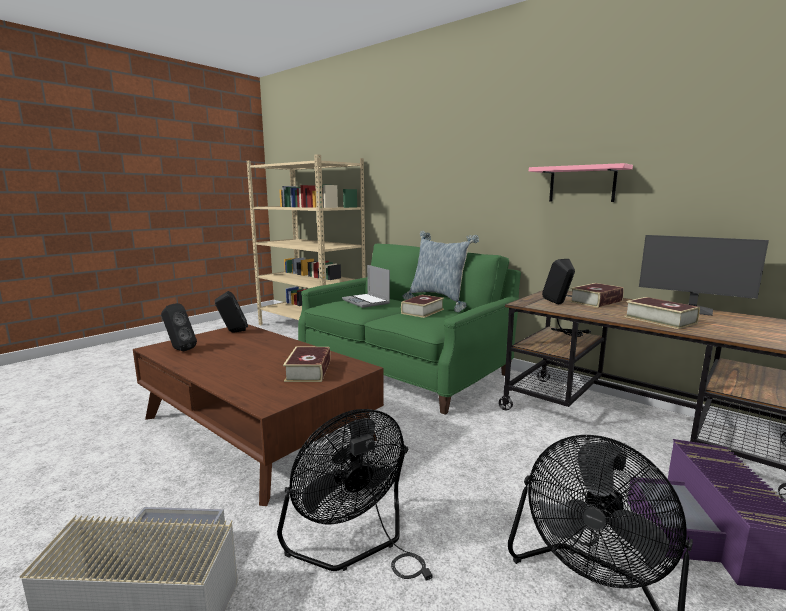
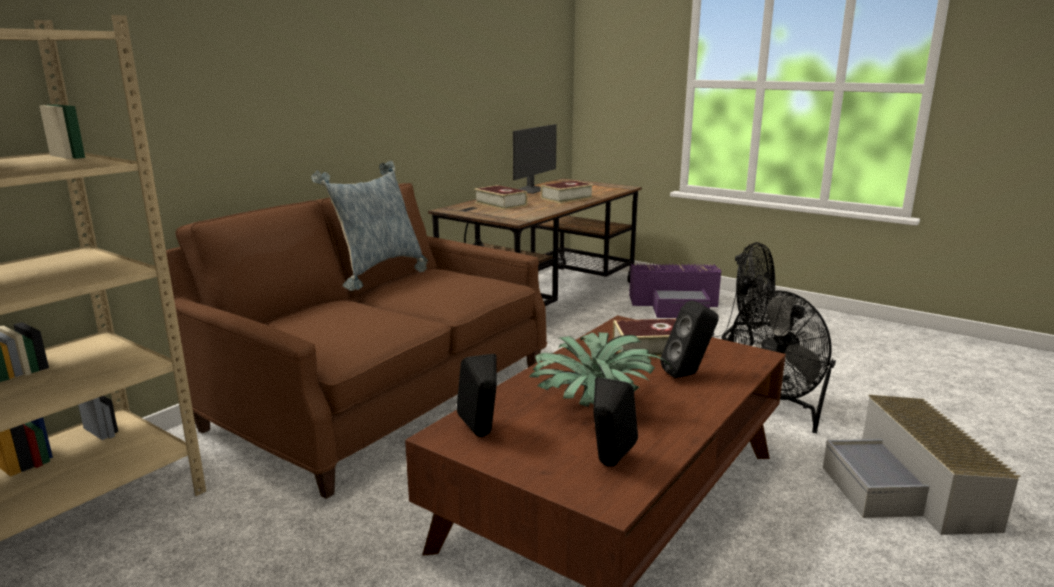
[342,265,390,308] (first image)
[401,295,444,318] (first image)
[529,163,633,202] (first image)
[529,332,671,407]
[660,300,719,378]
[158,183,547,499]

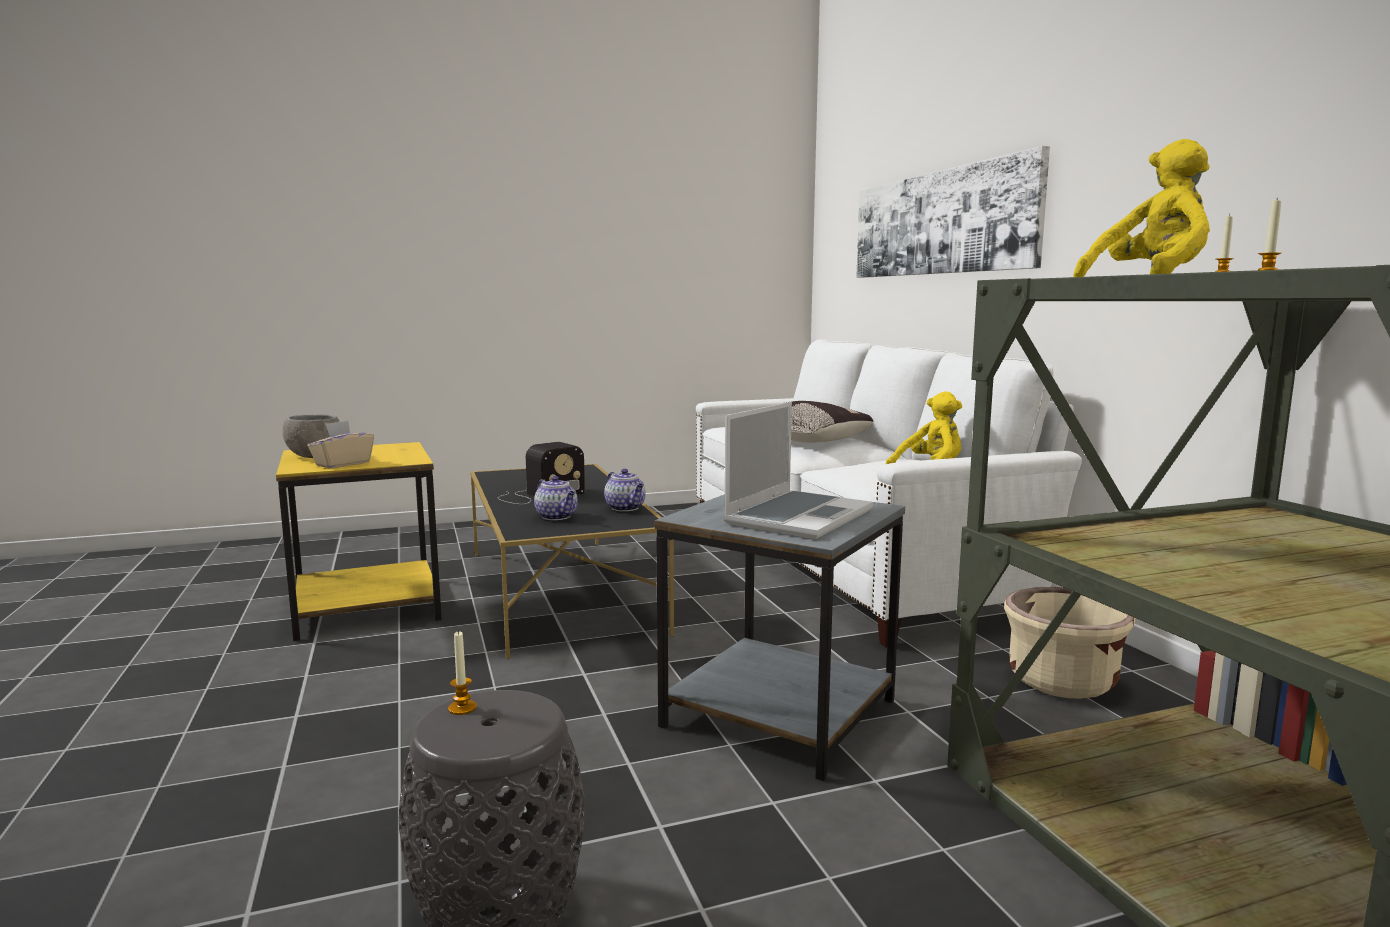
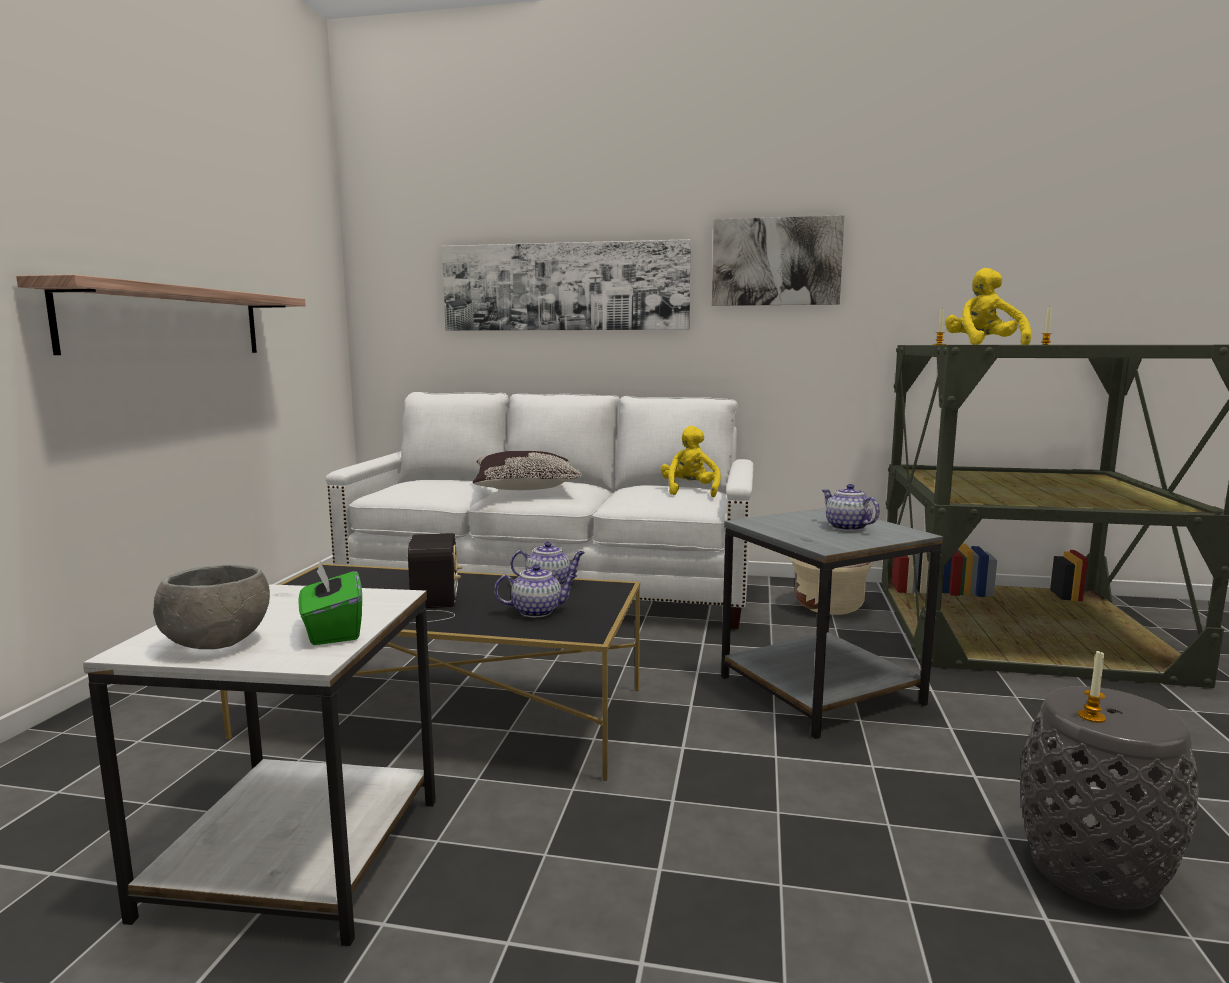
[16,274,306,355]
[712,215,845,306]
[822,484,880,531]
[83,584,436,946]
[299,561,362,645]

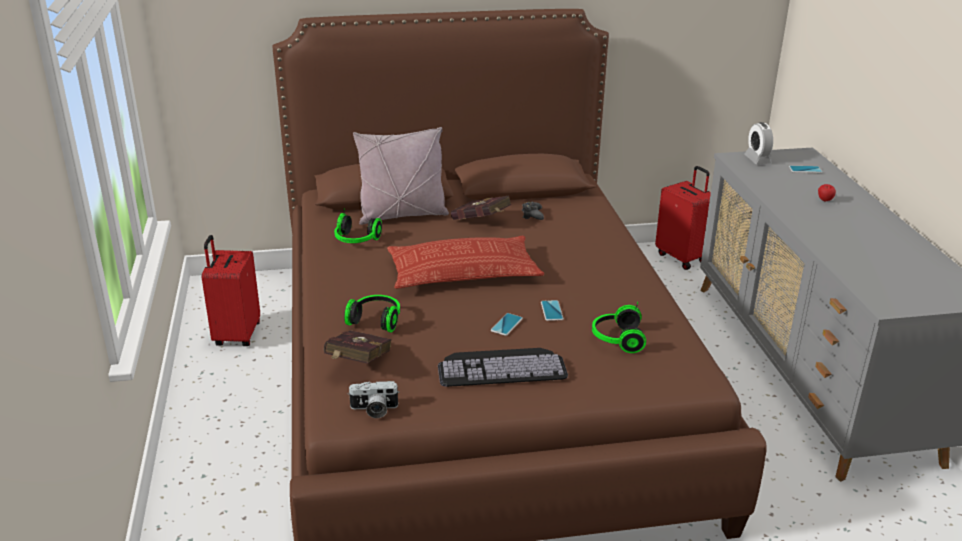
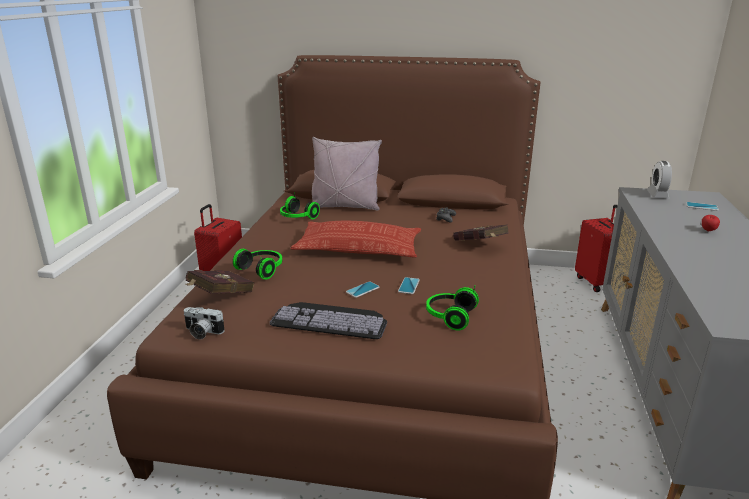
[453,224,509,241]

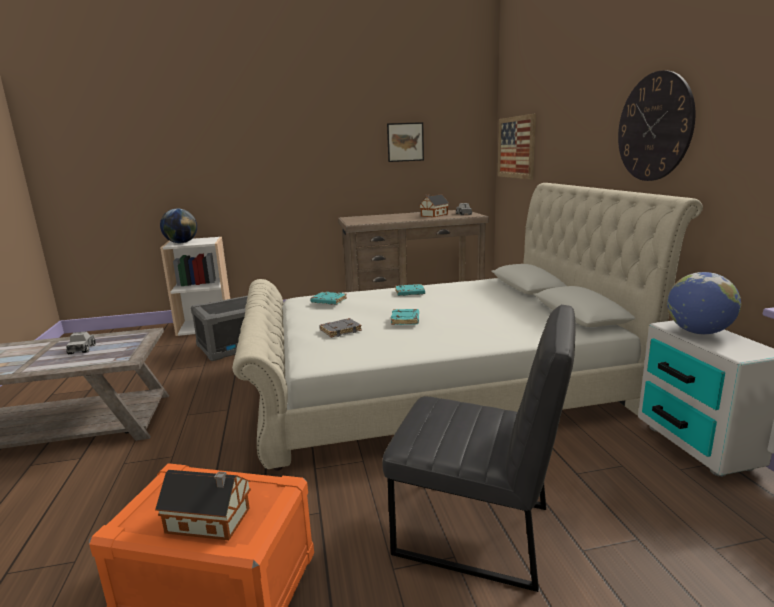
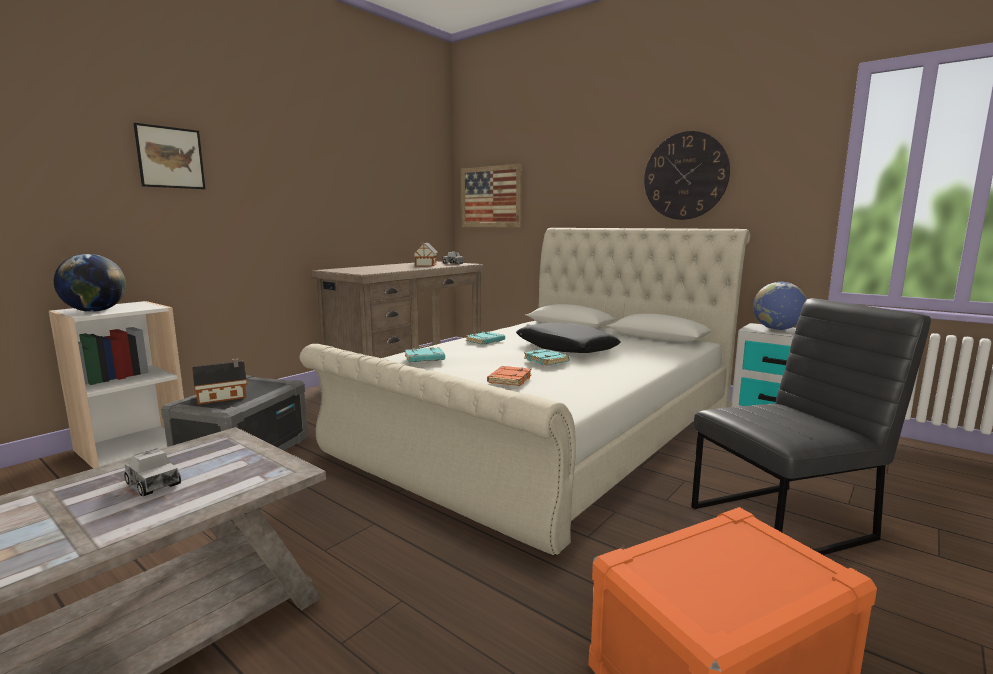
[516,323,621,353]
[192,358,247,405]
[133,123,205,189]
[487,366,532,386]

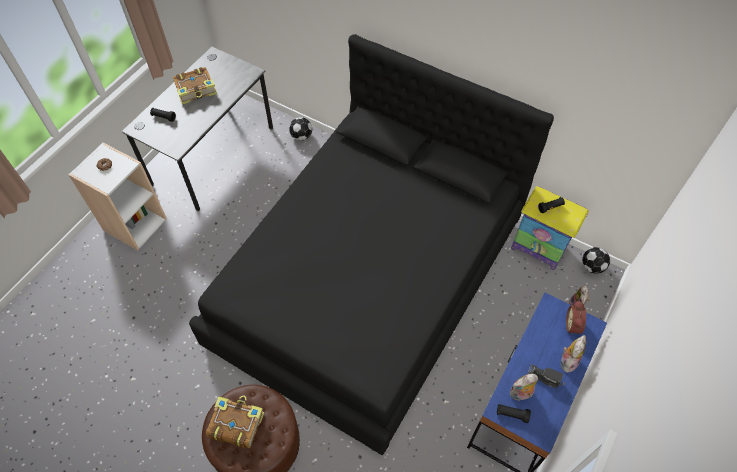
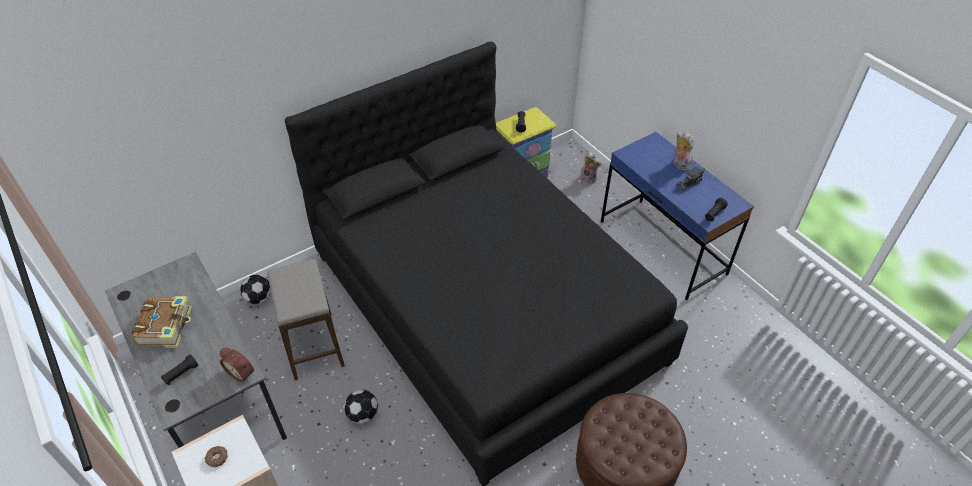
[206,396,264,448] (first image)
[510,374,538,401] (first image)
[267,259,345,380]
[220,348,254,382]
[344,390,378,424]

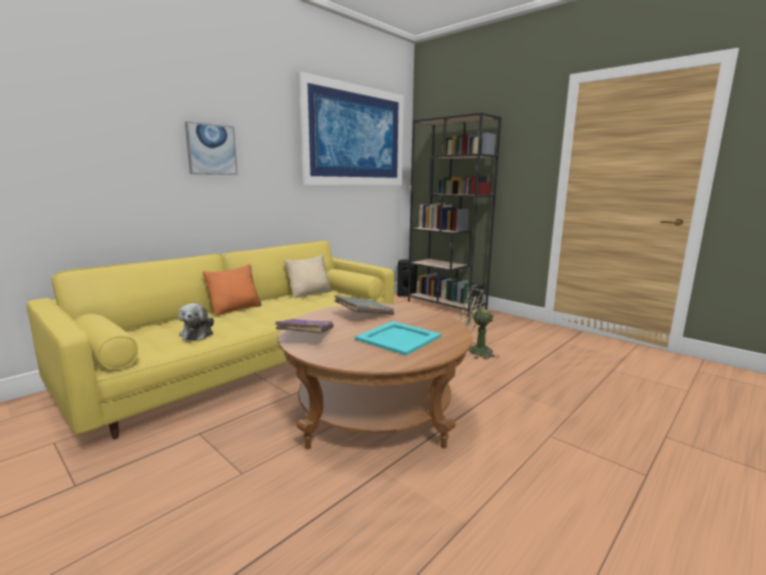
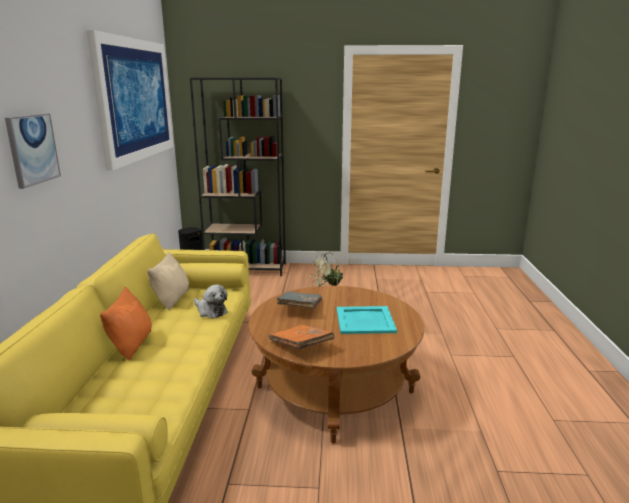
[194,284,228,318]
[268,325,335,349]

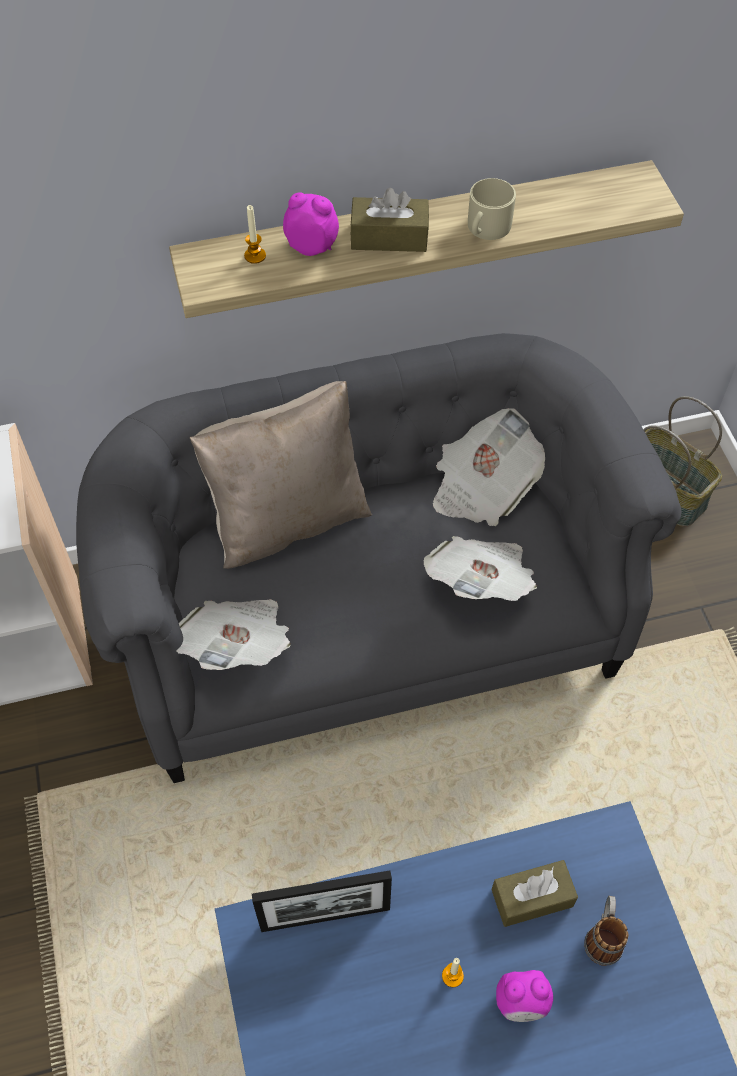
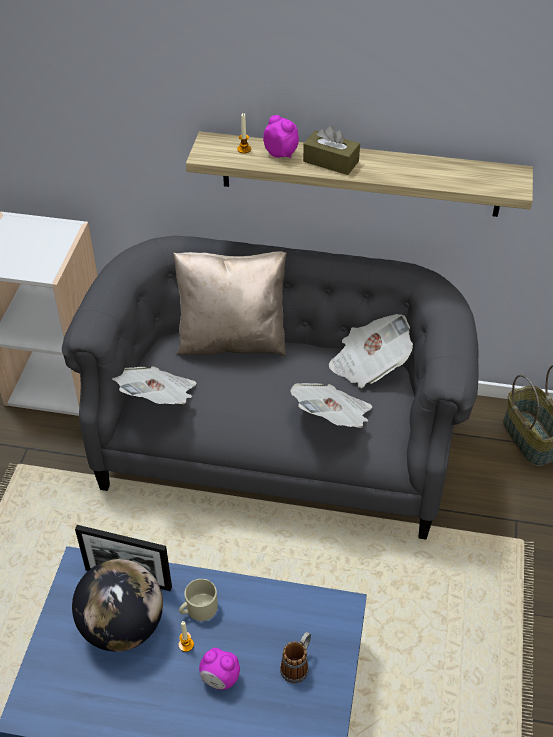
[492,860,578,927] (first image)
[72,559,163,652]
[179,579,218,621]

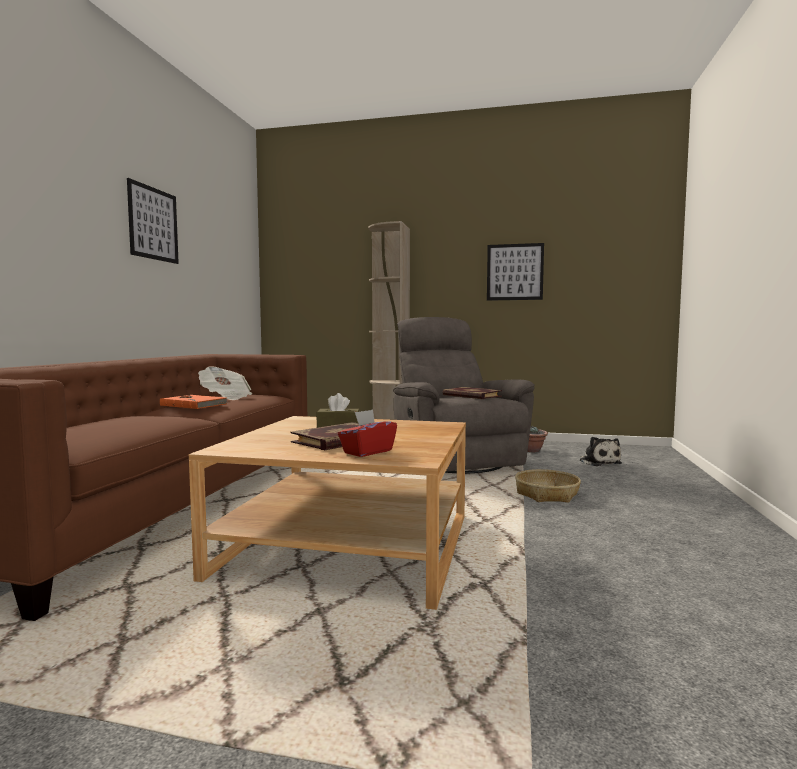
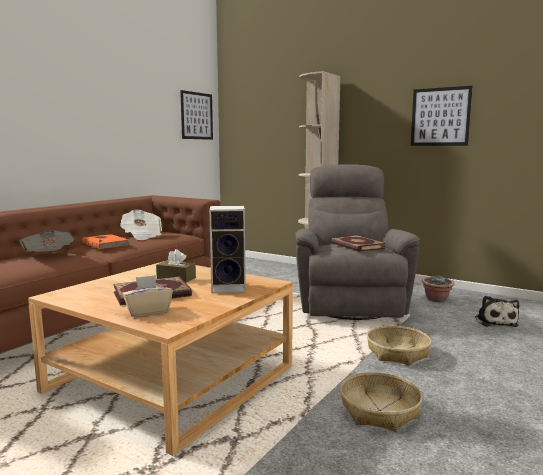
[19,230,75,252]
[209,206,246,293]
[340,372,422,432]
[180,90,213,140]
[122,275,173,317]

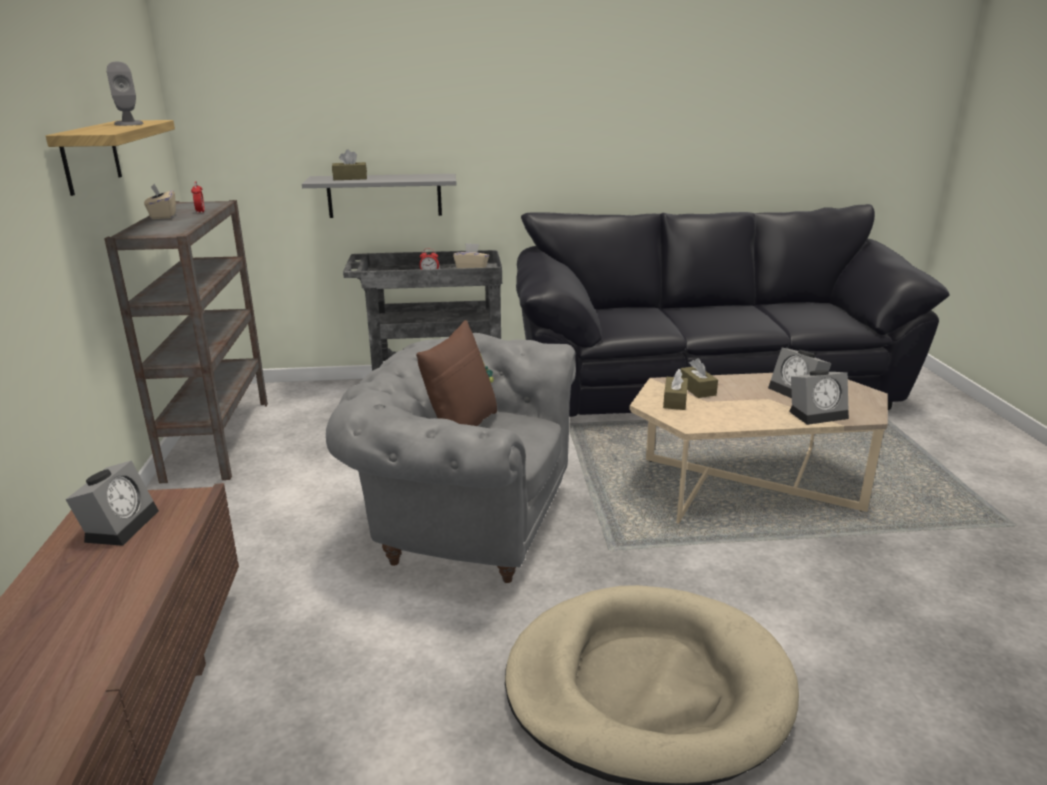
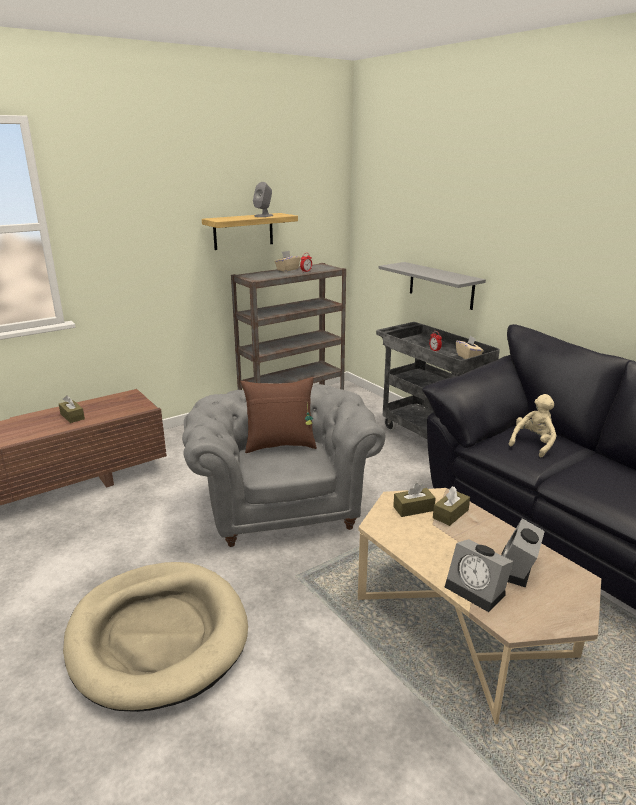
[65,460,159,546] (first image)
[509,394,556,457]
[59,395,85,423]

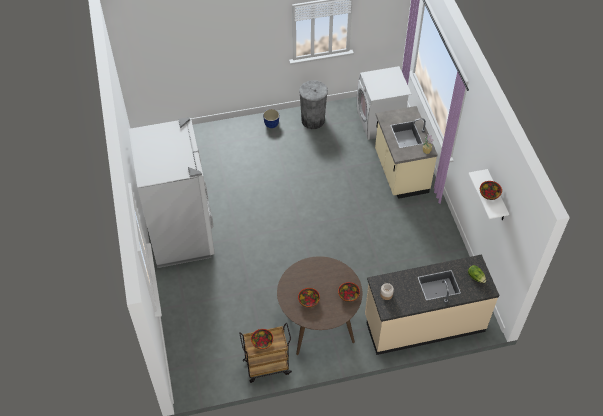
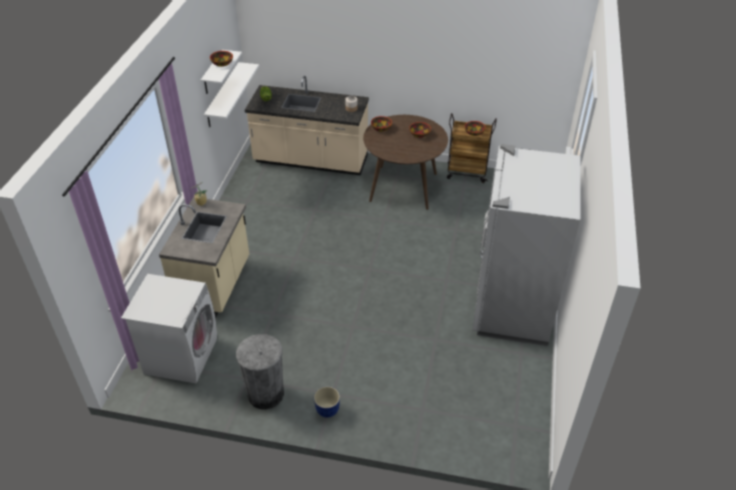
[204,62,259,127]

